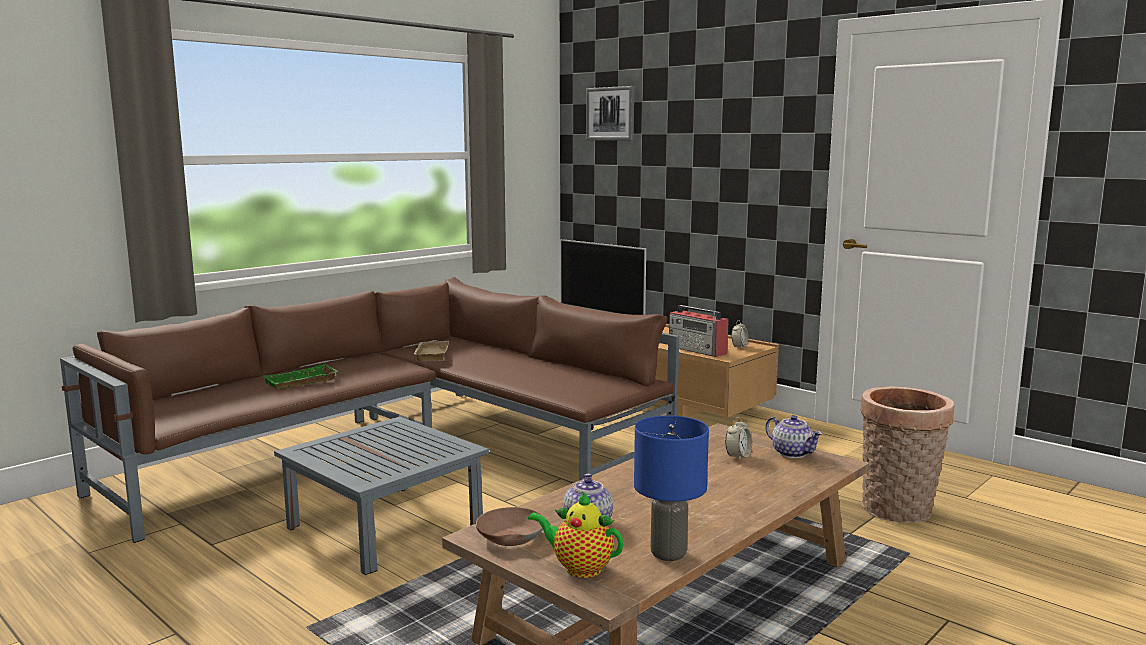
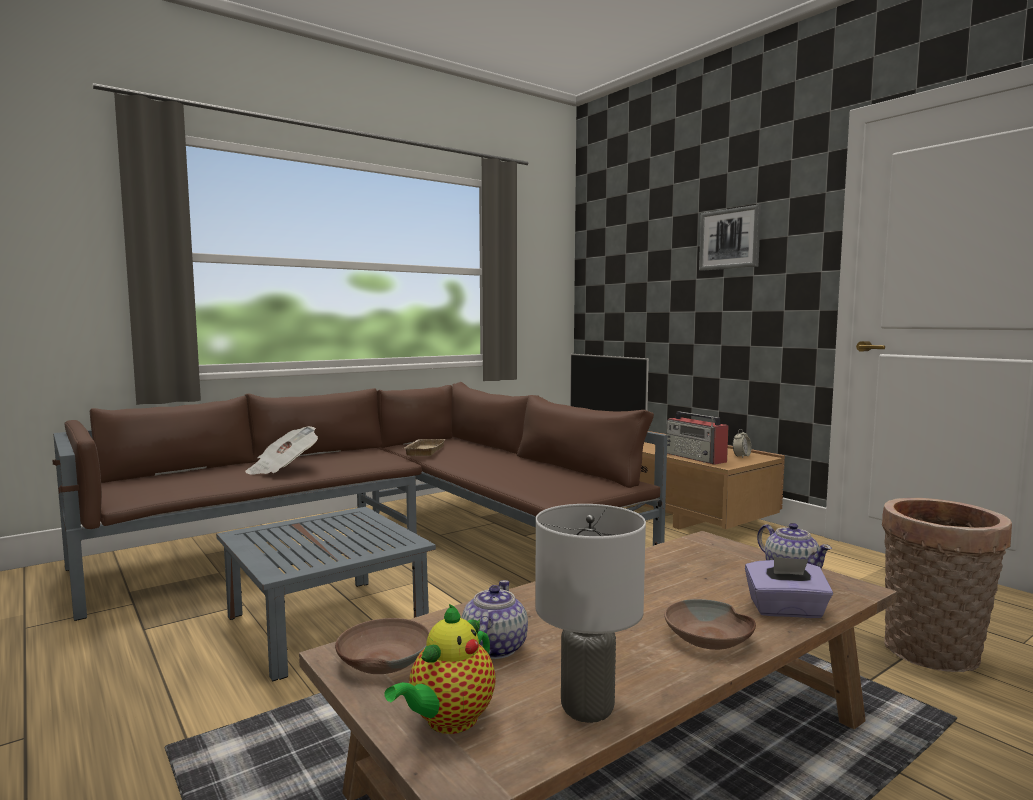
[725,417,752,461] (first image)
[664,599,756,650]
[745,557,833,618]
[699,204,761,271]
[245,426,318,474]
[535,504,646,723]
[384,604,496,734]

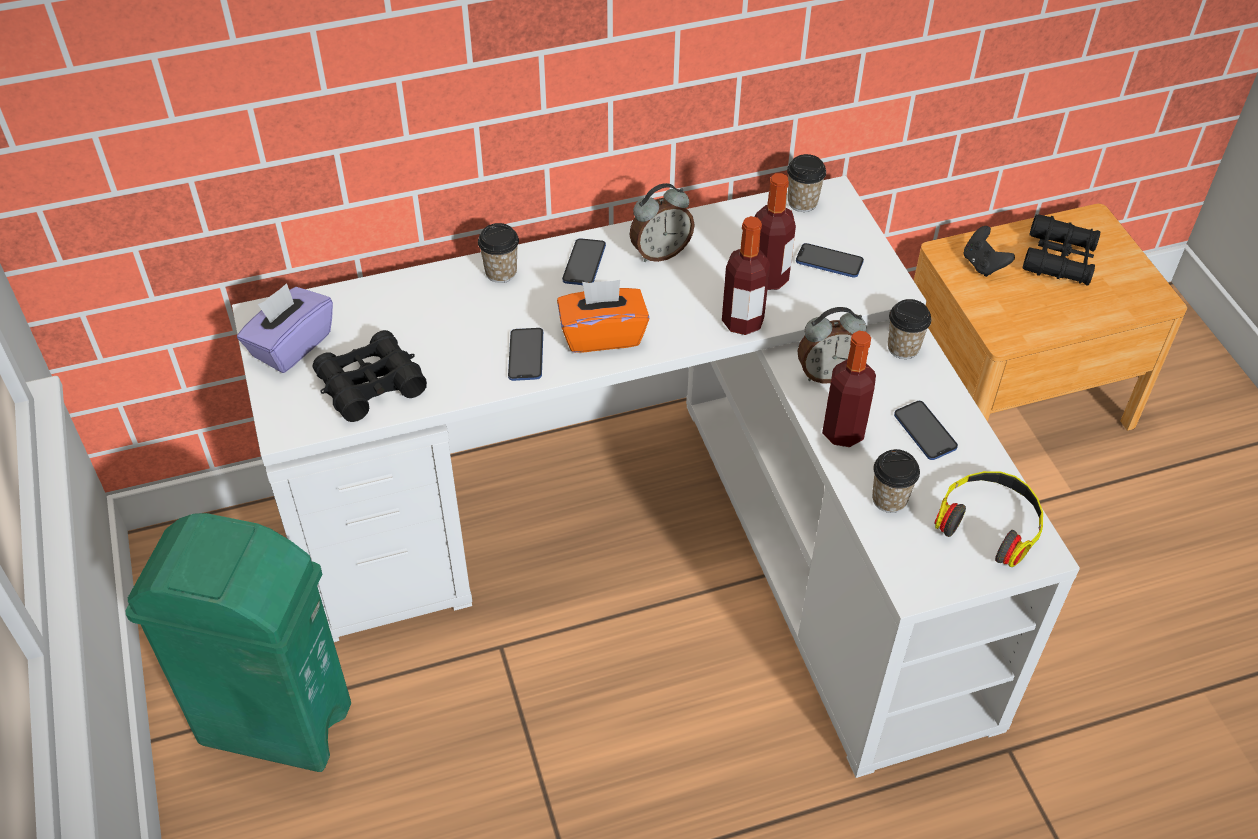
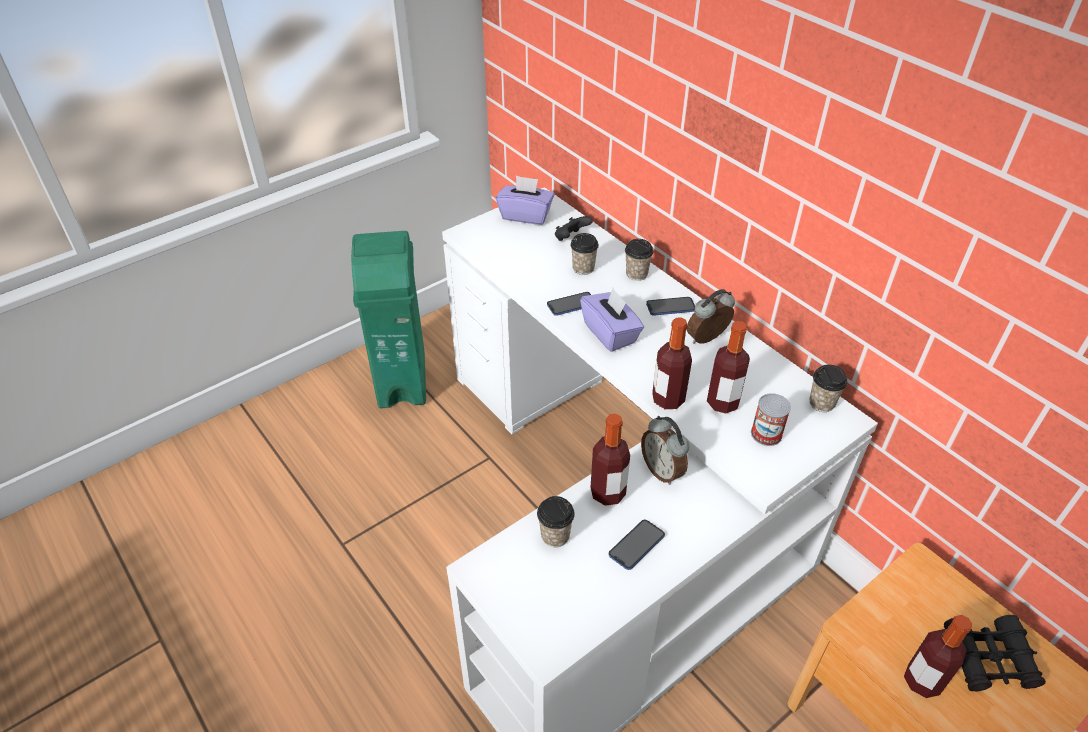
[313,330,427,422] (first image)
[935,471,1043,567] (first image)
[904,615,972,698]
[570,233,599,275]
[555,216,593,241]
[751,393,791,446]
[580,288,644,352]
[687,289,735,344]

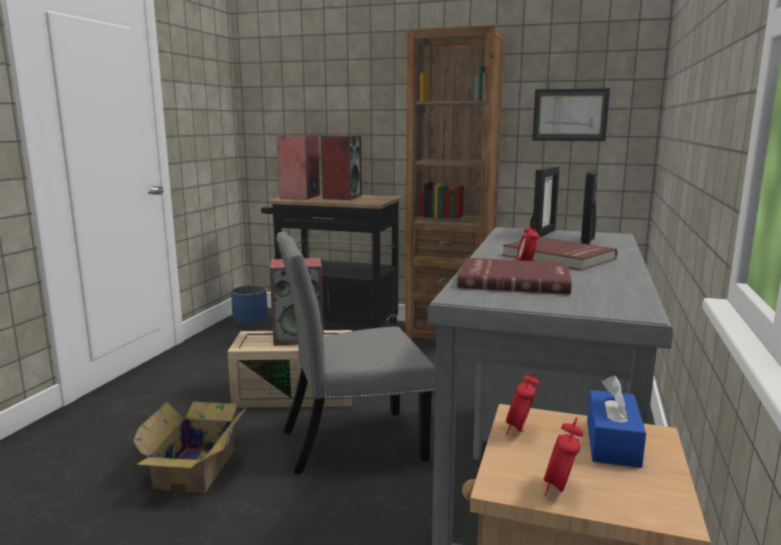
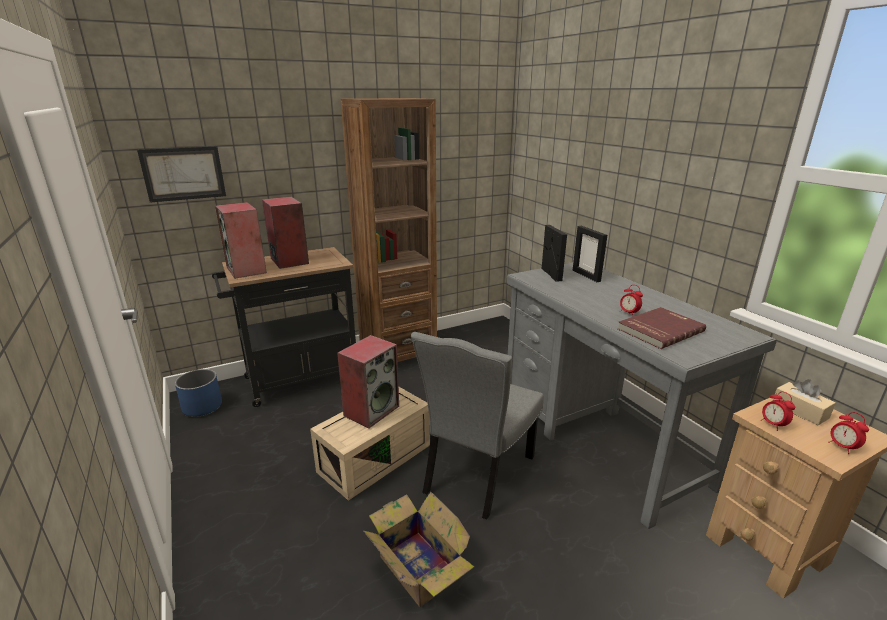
[502,237,617,270] (first image)
[137,146,226,203]
[773,379,836,425]

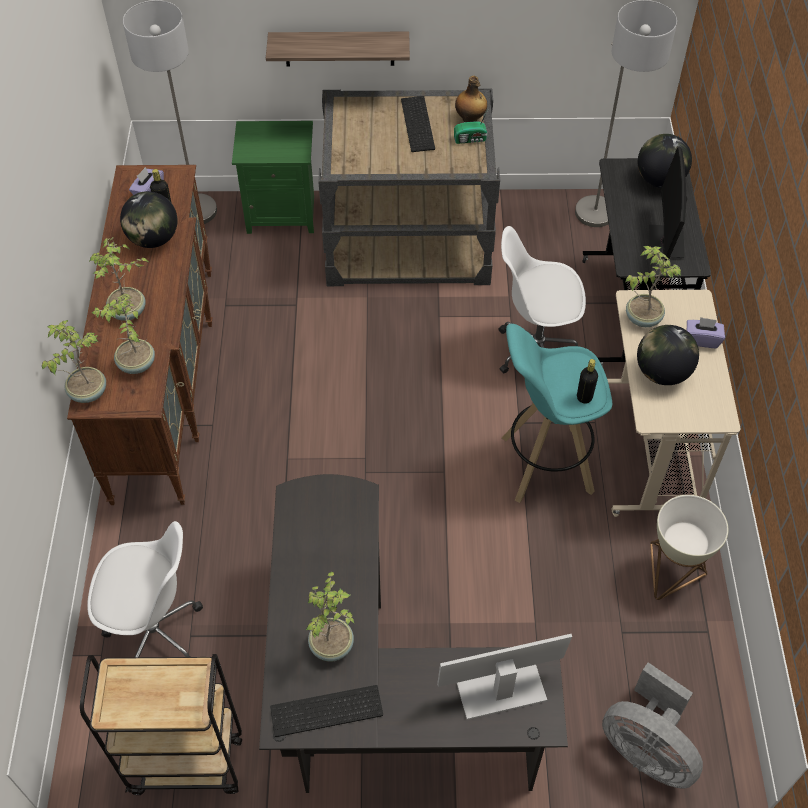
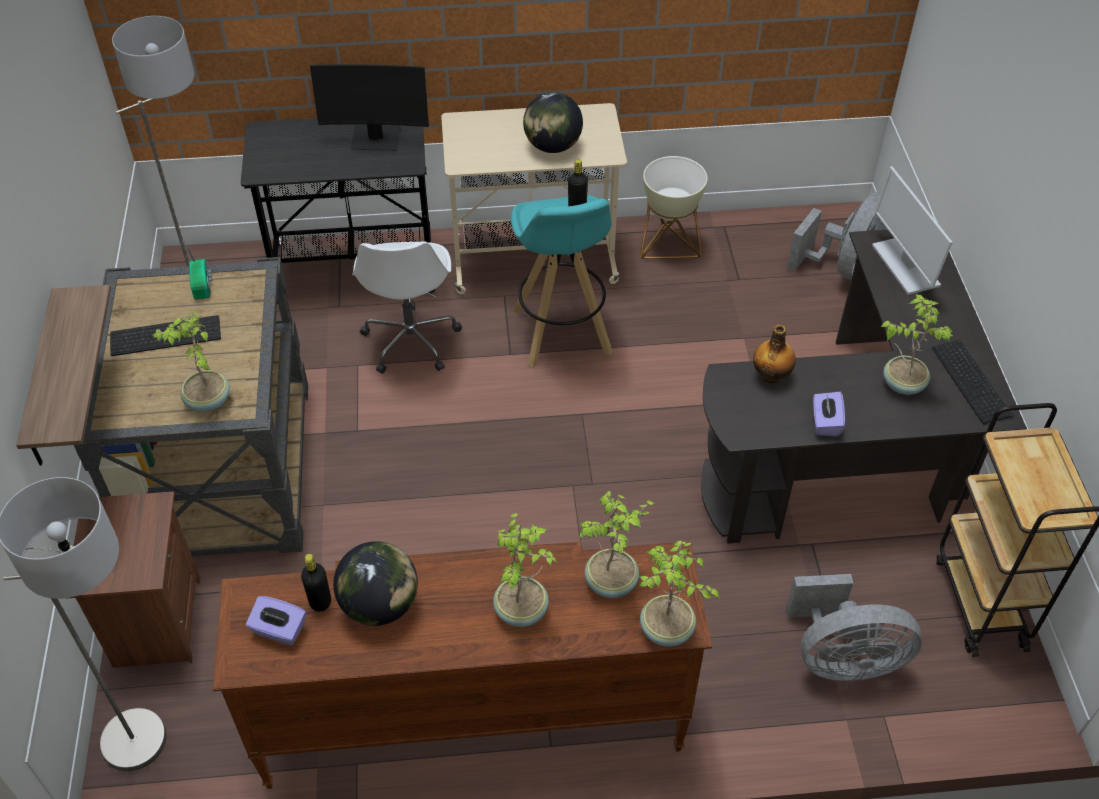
[638,134,692,188] (first image)
[753,325,796,384]
[152,311,230,412]
[813,392,845,436]
[786,574,922,681]
[66,491,200,668]

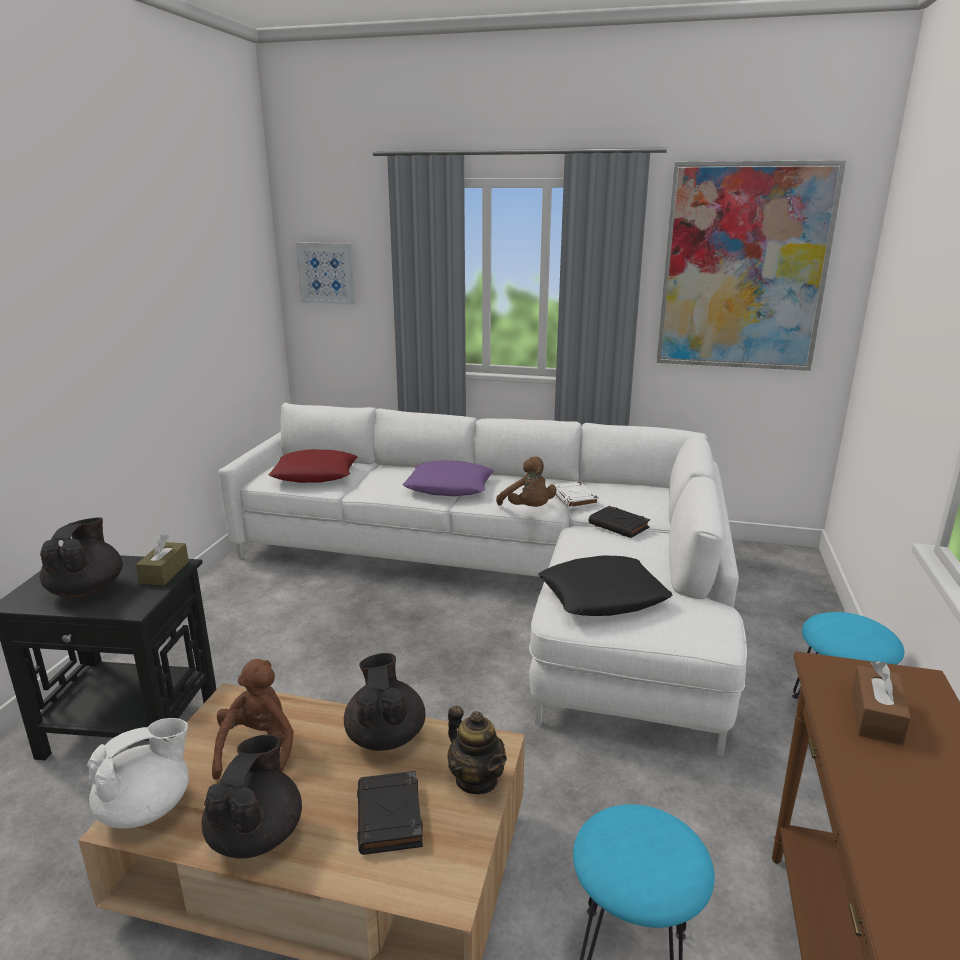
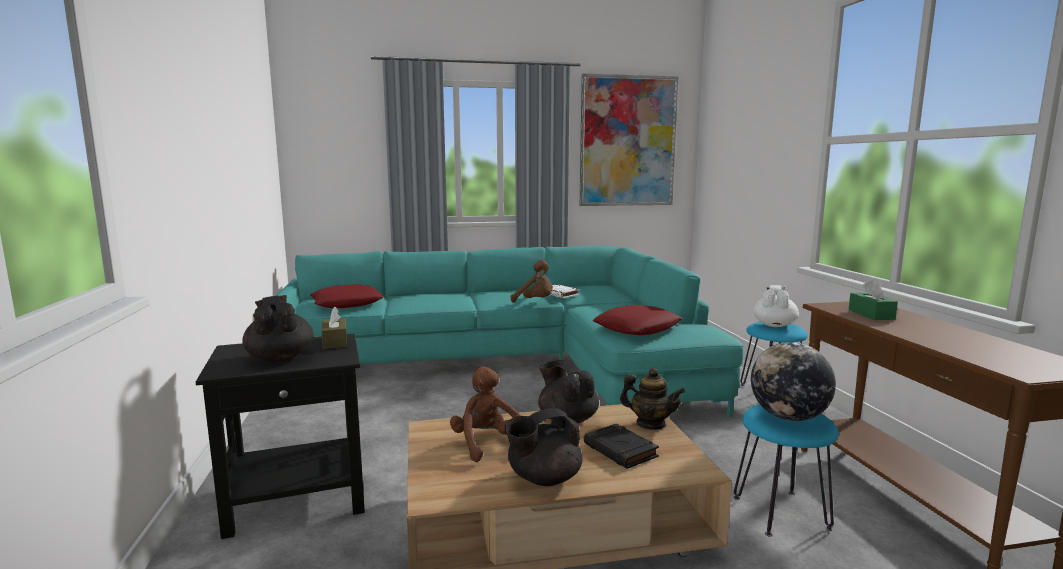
[296,242,356,305] (first image)
[403,460,494,496] (first image)
[589,506,650,538] (first image)
[751,342,836,421]
[753,285,799,327]
[276,246,744,417]
[592,305,682,335]
[848,280,898,320]
[505,408,582,486]

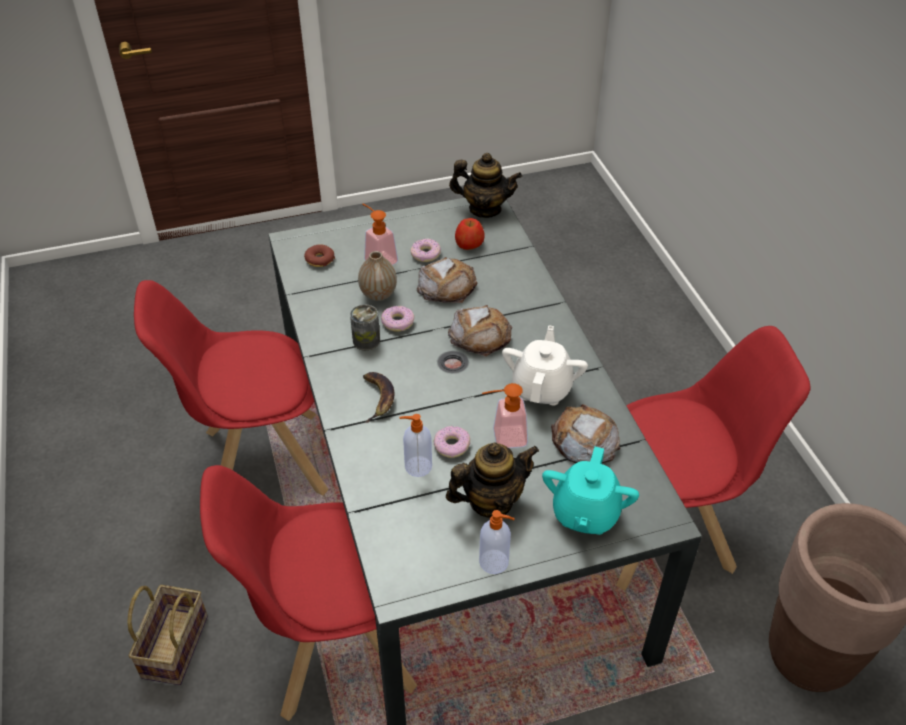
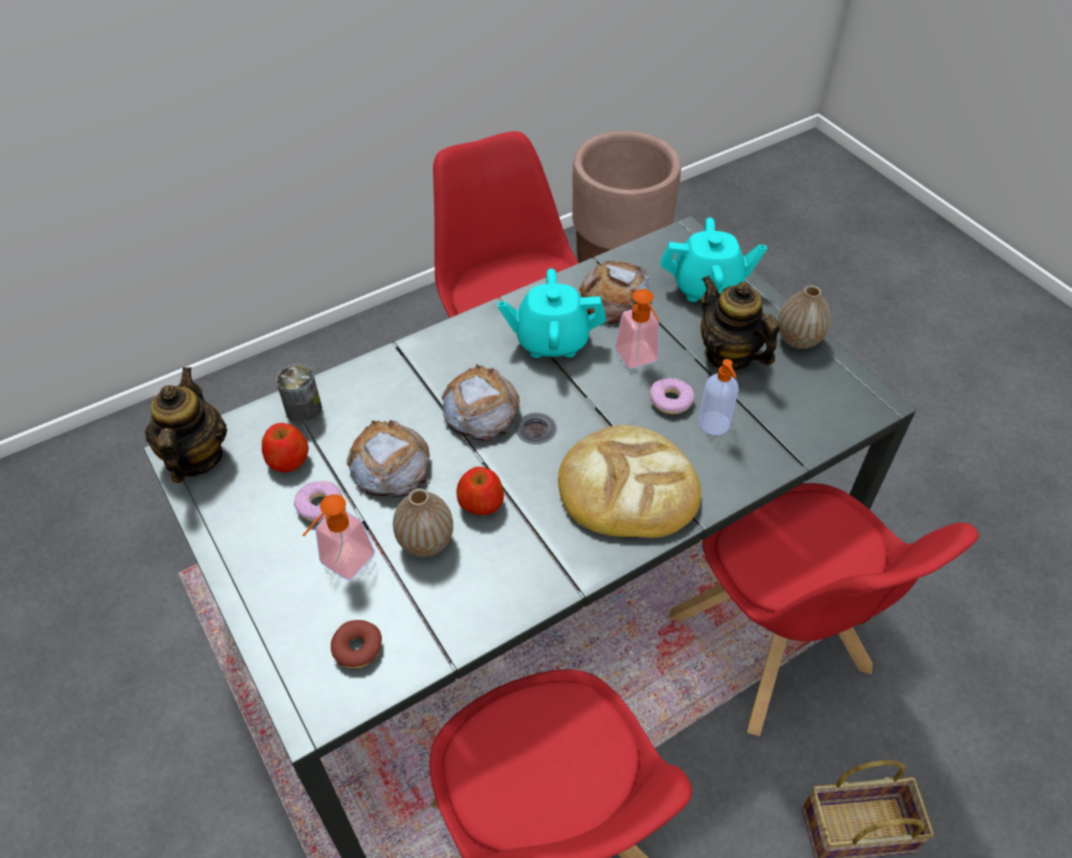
[276,364,322,424]
[558,425,701,538]
[456,467,504,515]
[778,285,831,349]
[497,268,606,358]

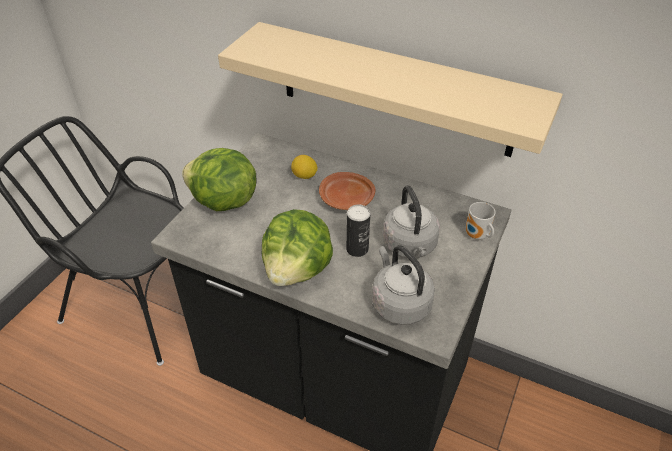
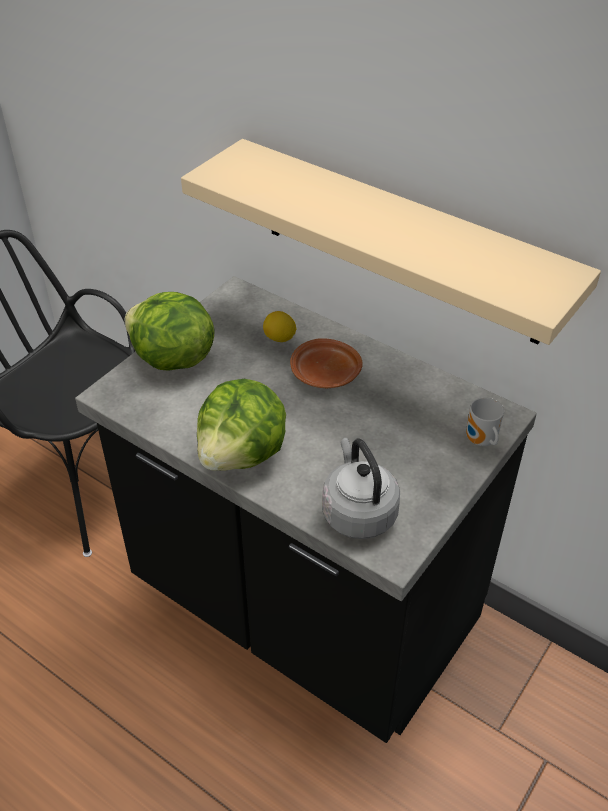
[346,204,371,257] (first image)
[383,185,440,258] (first image)

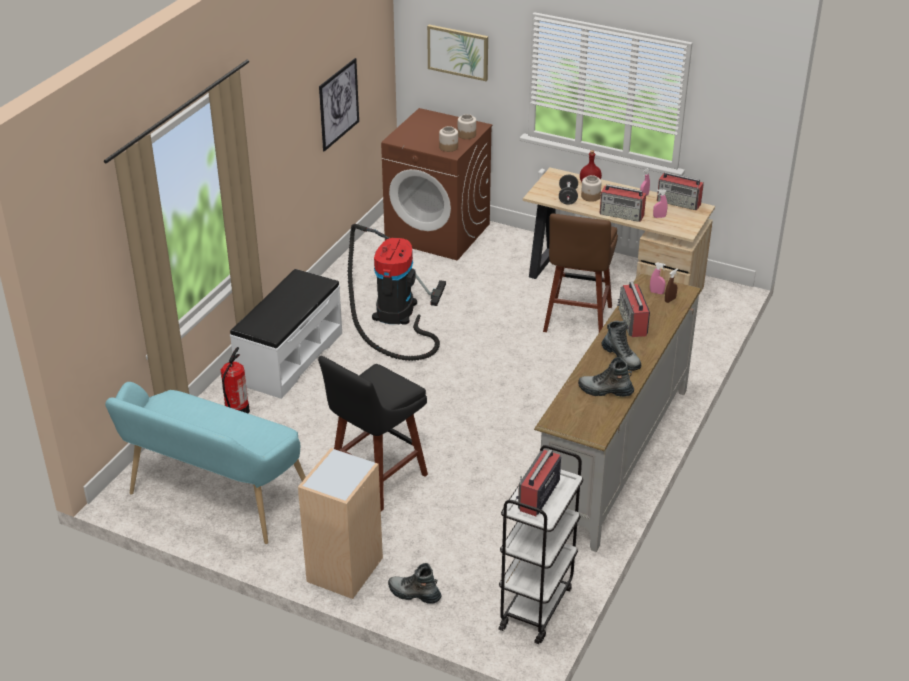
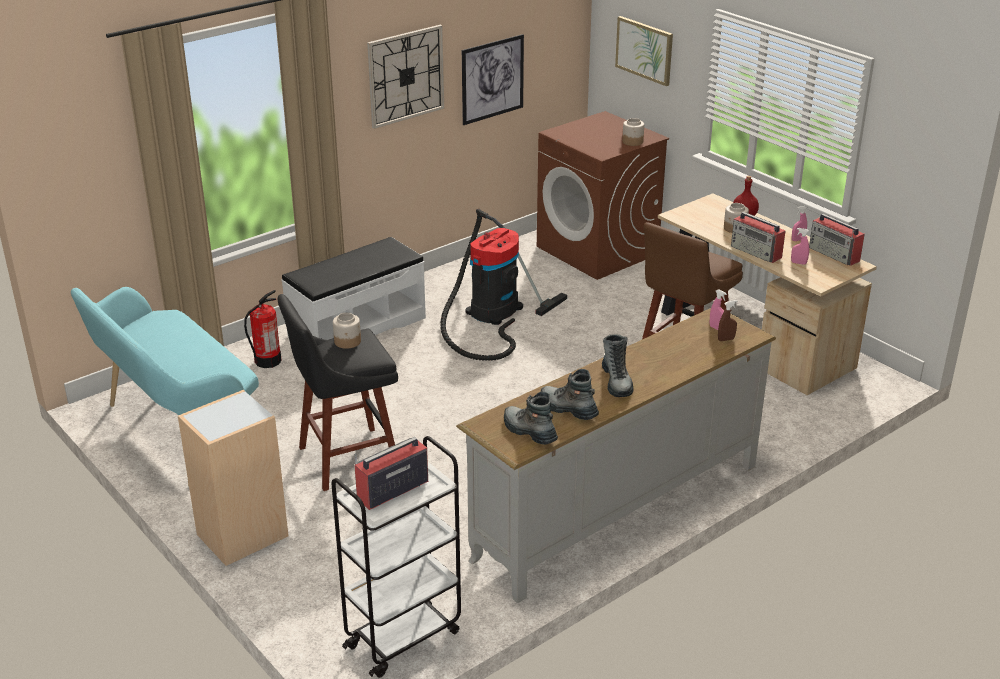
[559,175,578,205] (first image)
[617,282,650,337] (first image)
[367,25,444,129]
[504,392,558,445]
[333,313,361,349]

